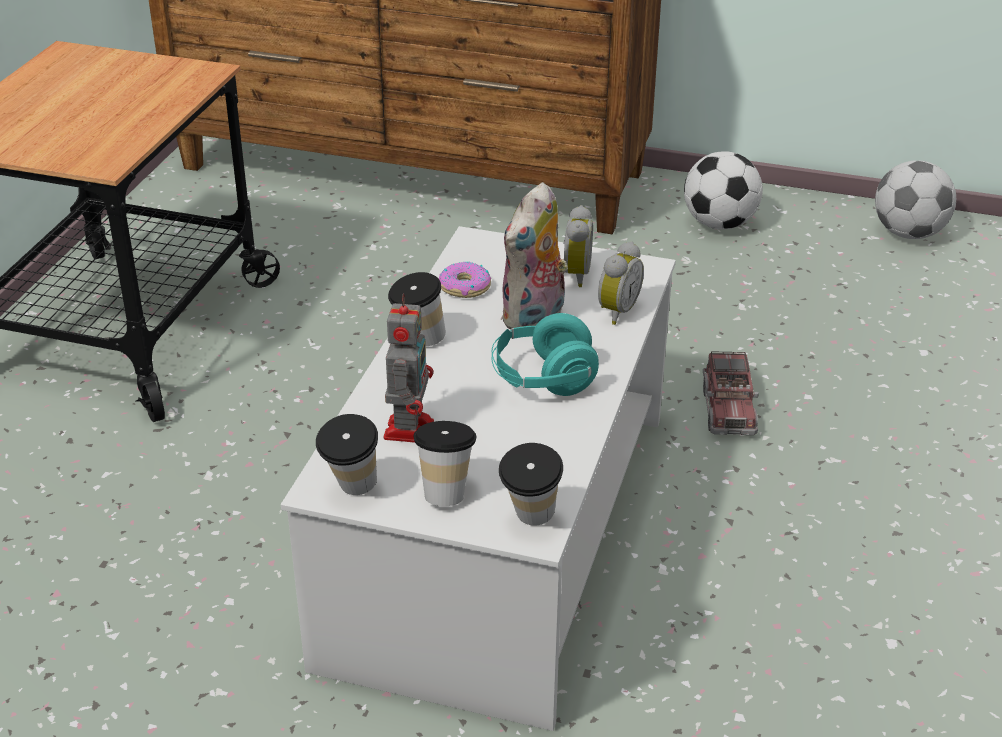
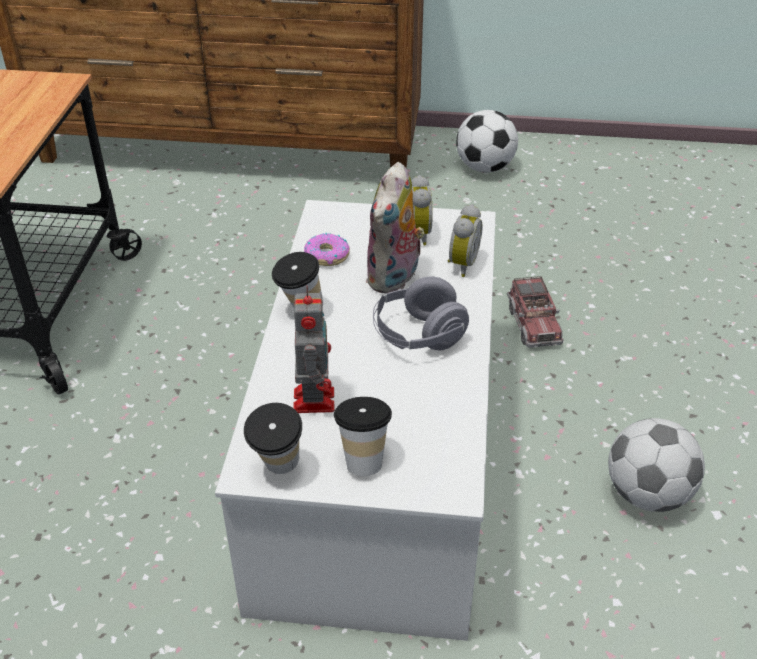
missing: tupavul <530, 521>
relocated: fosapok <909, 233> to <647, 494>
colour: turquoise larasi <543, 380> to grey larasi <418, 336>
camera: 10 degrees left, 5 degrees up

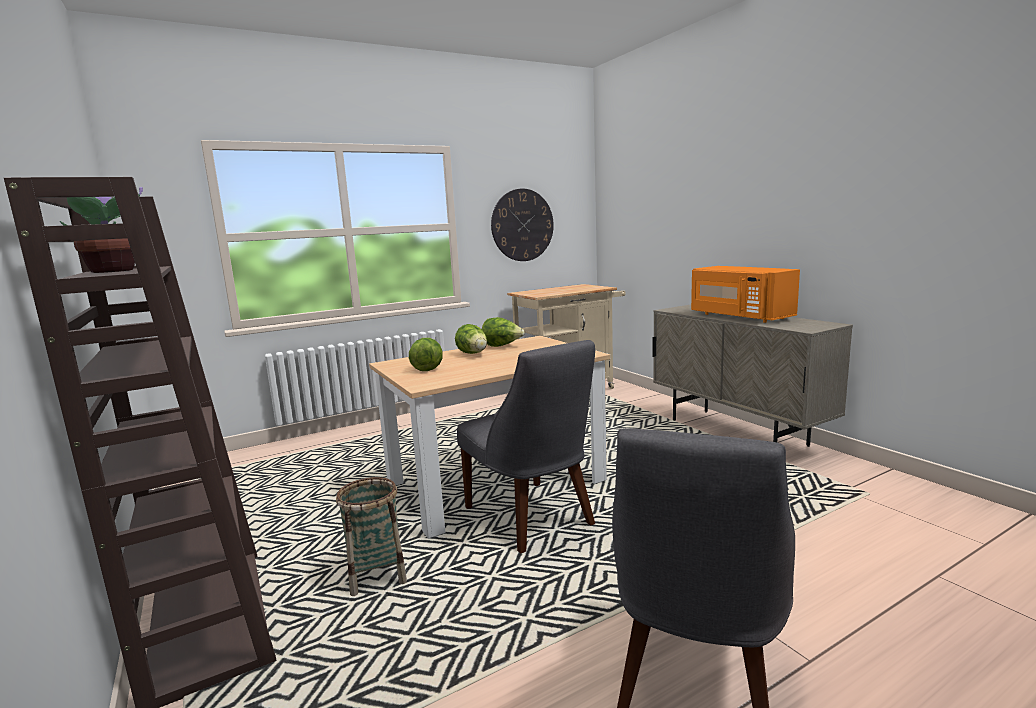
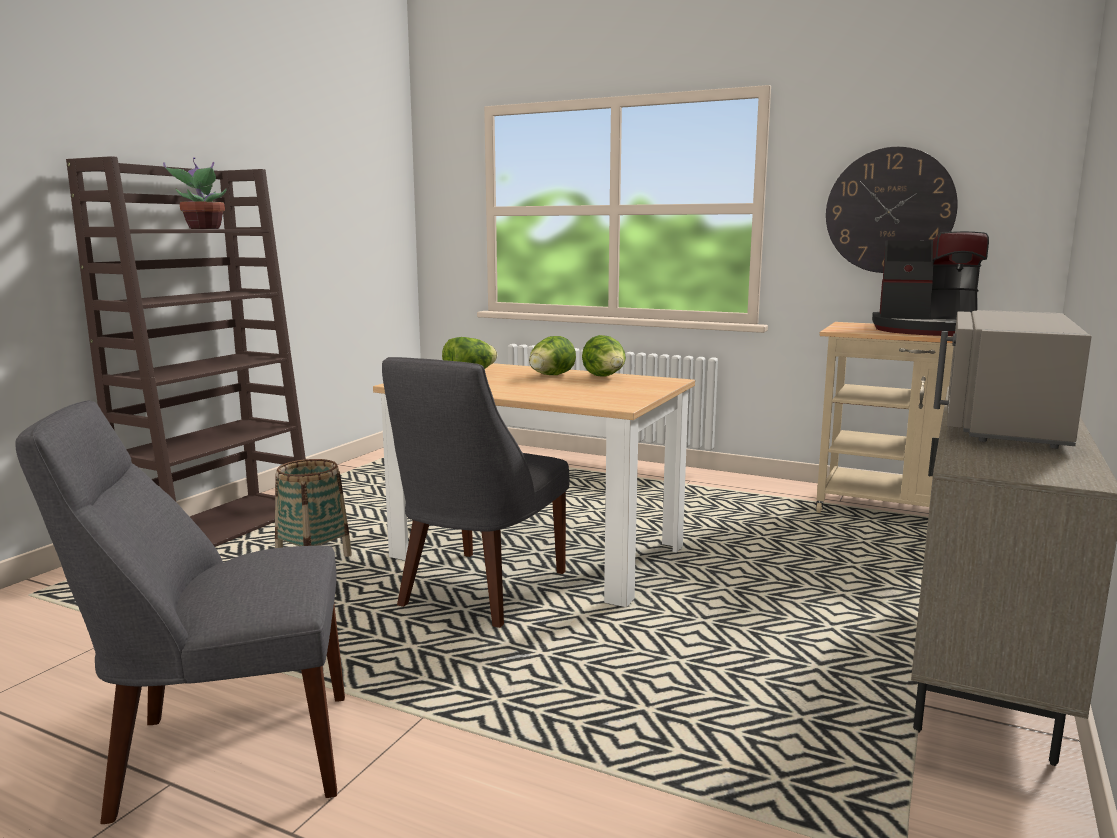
appeared: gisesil <926, 330>
colour: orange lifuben <738, 316> to grey lifuben <1002, 425>
camera: 55 degrees right, 0 degrees up

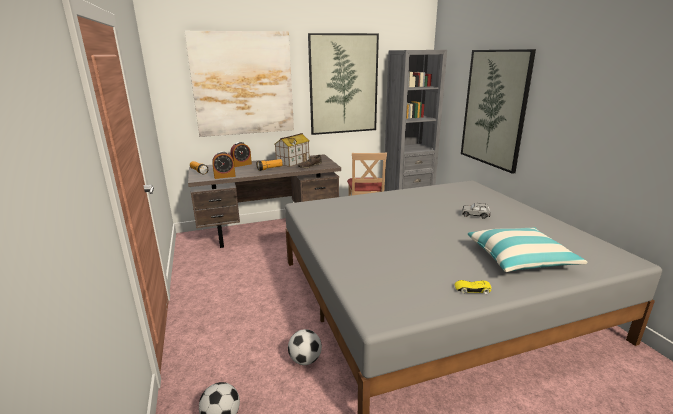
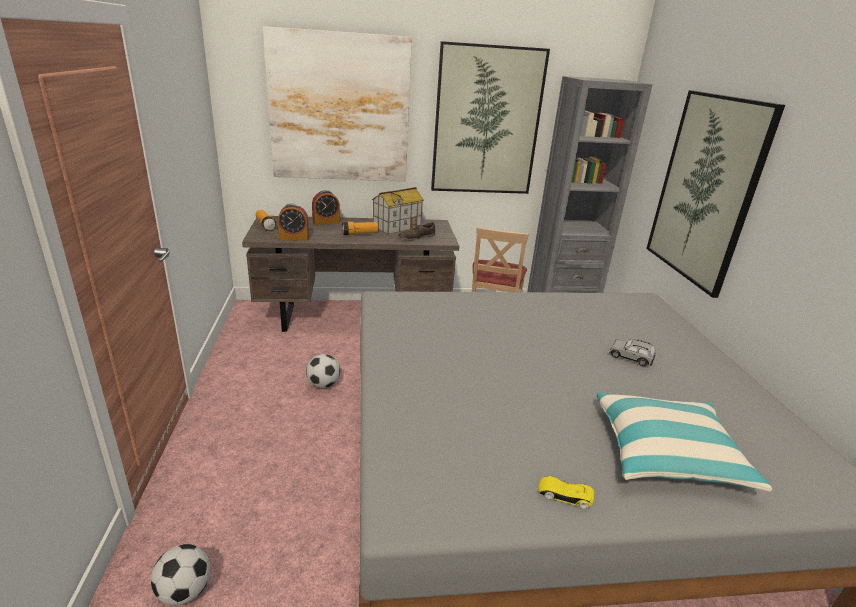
relocated: fosapok <305, 360> to <323, 384>
camera: 10 degrees right, 5 degrees up

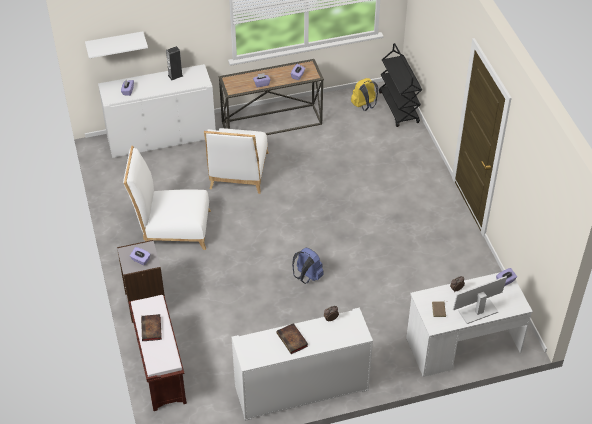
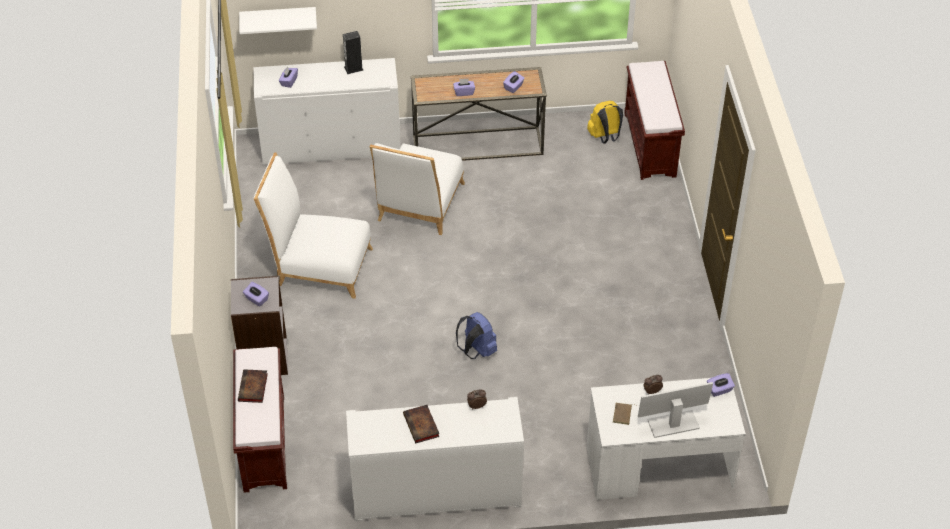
exchanged: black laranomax <399, 108> to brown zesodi <650, 145>
camera: 10 degrees right, 0 degrees up

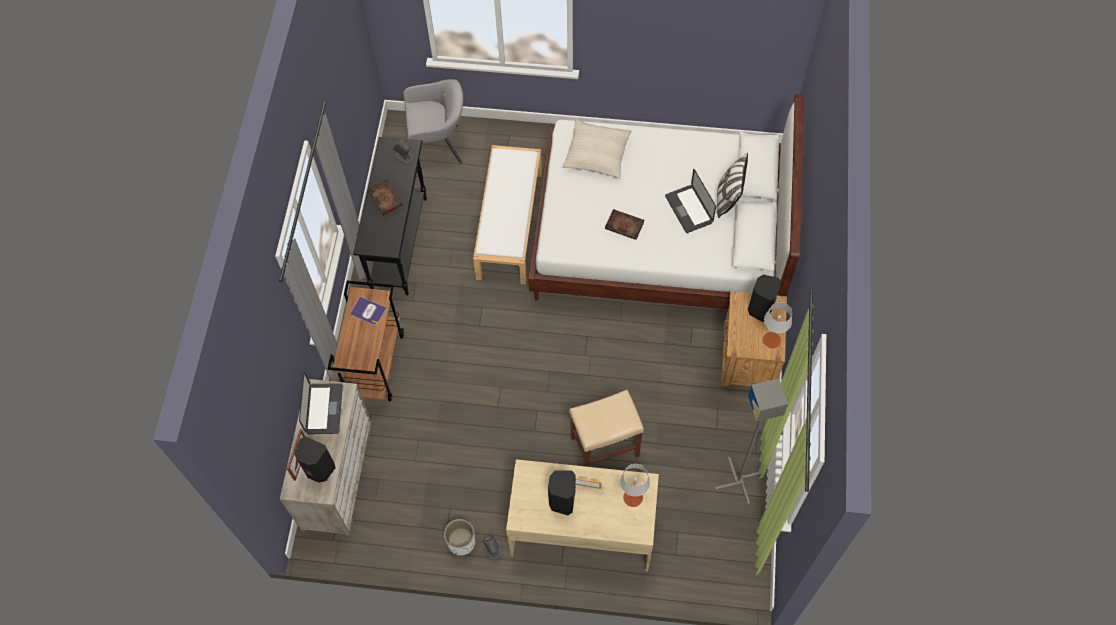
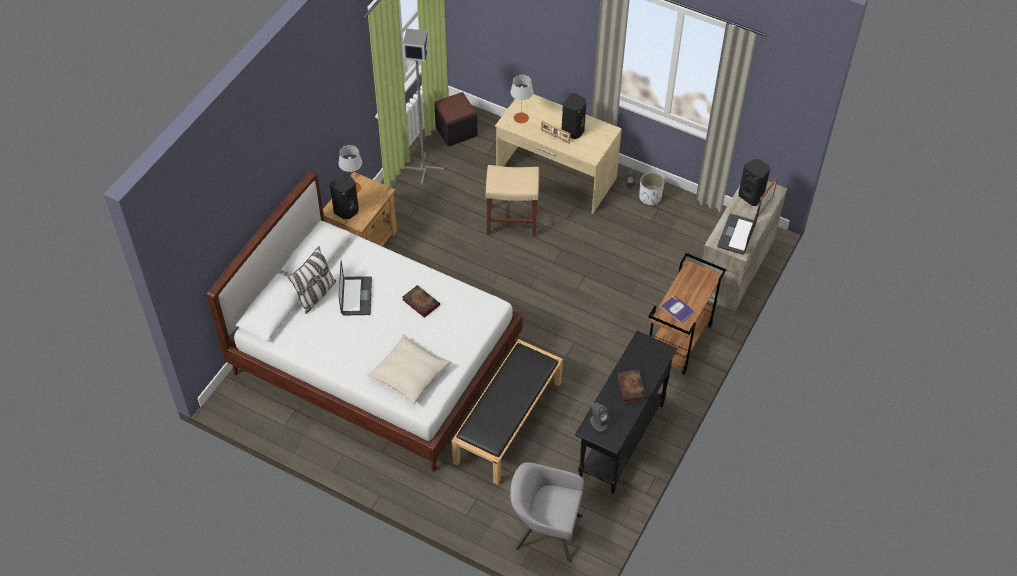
appeared: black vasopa <455, 131>
colour: white zesodi <510, 225> to black zesodi <508, 421>
camera: 160 degrees left, 10 degrees down

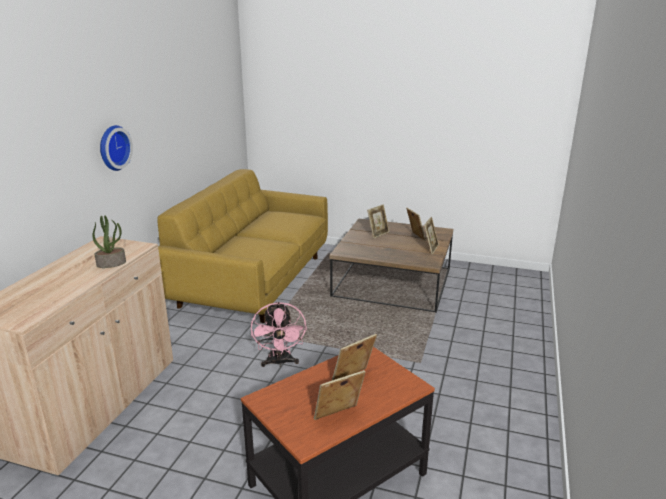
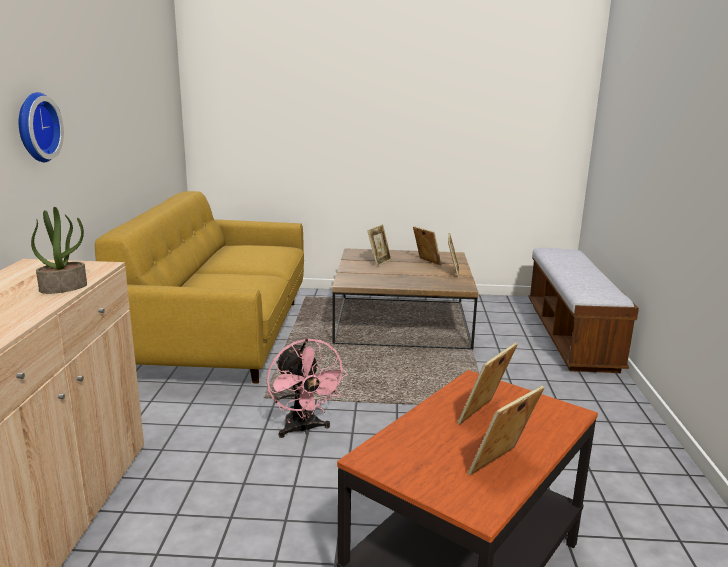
appeared: zesodi <570, 335>
camera: 15 degrees left, 5 degrees down

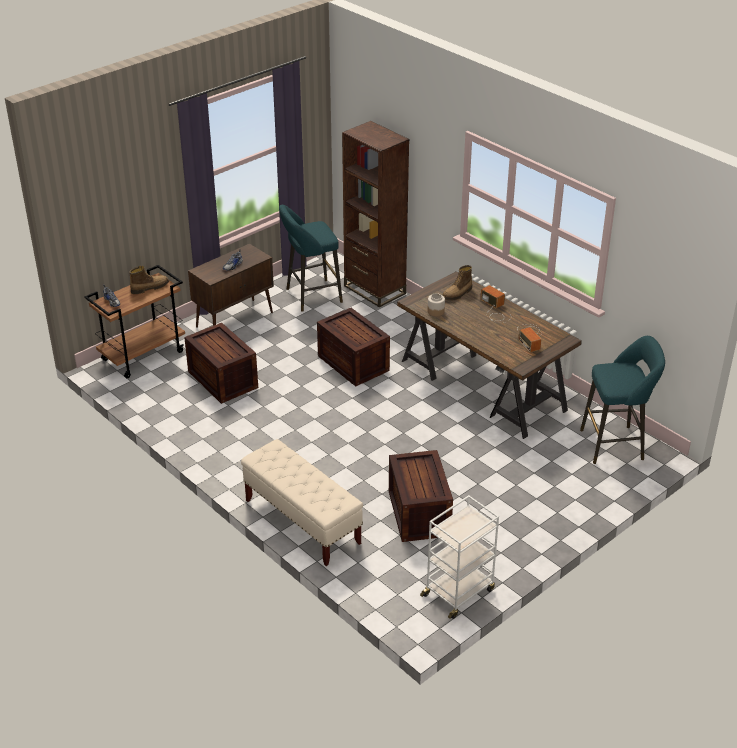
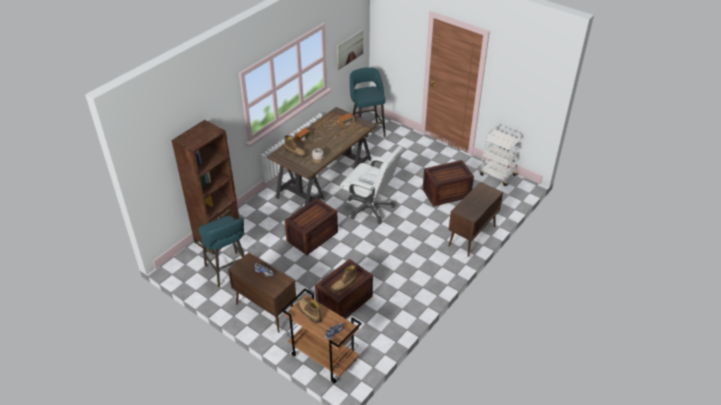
appeared: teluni <344, 285>; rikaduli <349, 49>; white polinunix <370, 208>
exchanged: beige zesodi <302, 522> to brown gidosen <471, 237>
camera: 100 degrees left, 5 degrees up

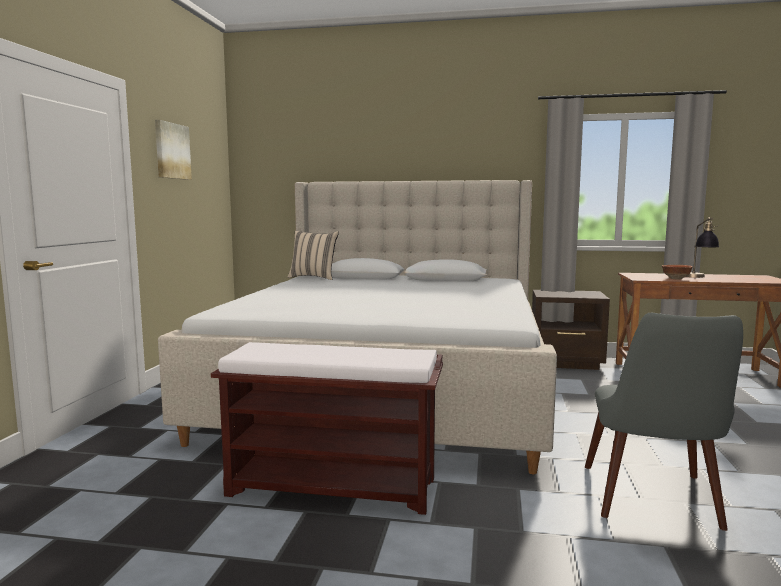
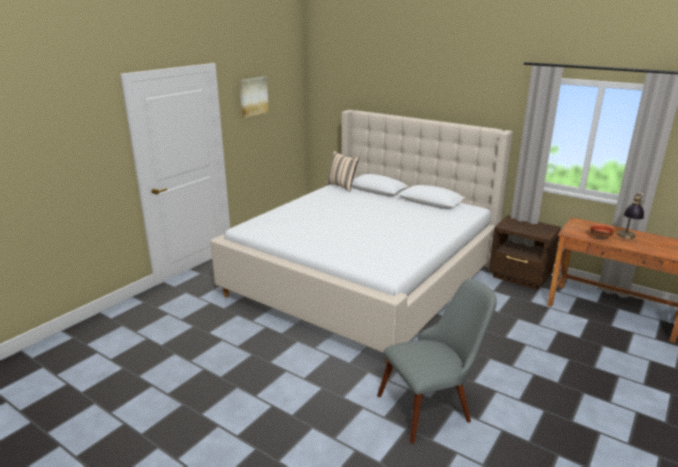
missing: brown zesodi <334, 486>
spun: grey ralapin <655, 505> = <433, 405> 150 degrees counterclockwise
camera: 25 degrees right, 15 degrees up

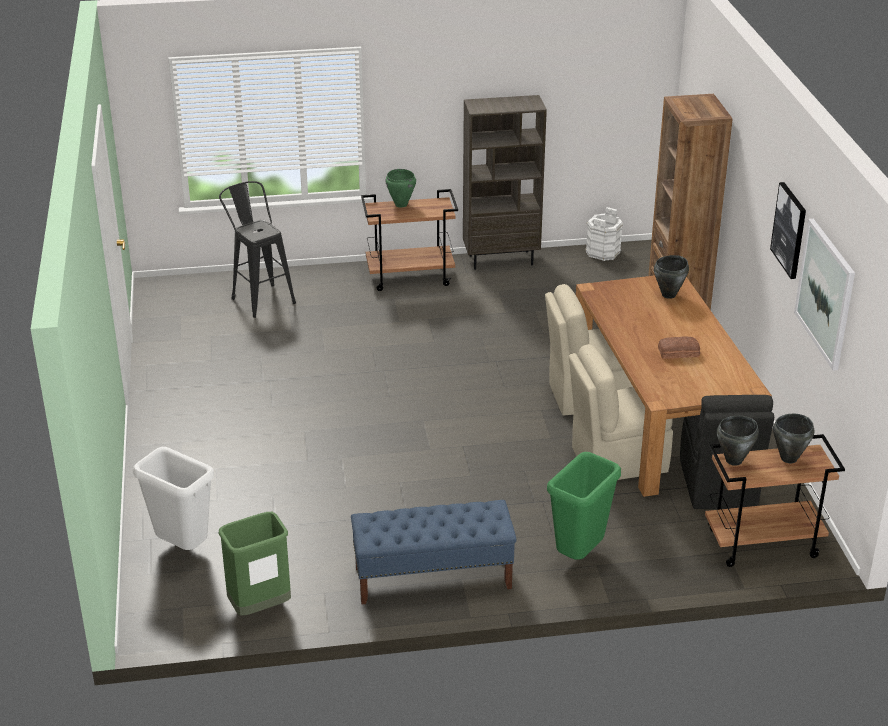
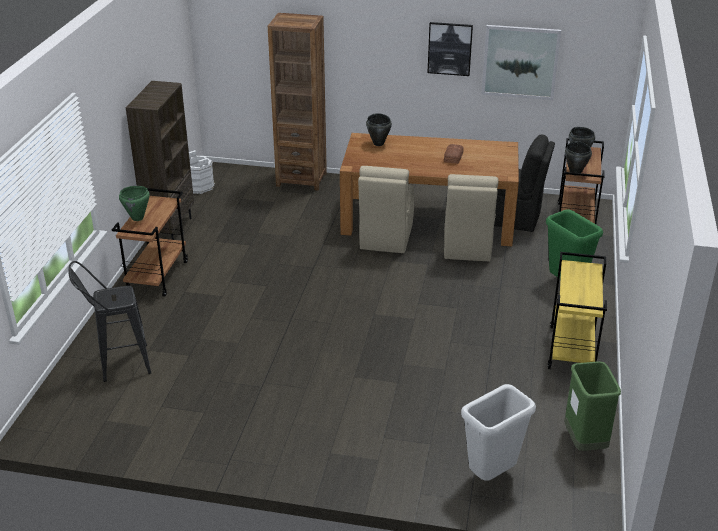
exchanged: blue zesodi <432, 578> to yellow laranomax <572, 350>
camera: 70 degrees left, 0 degrees up

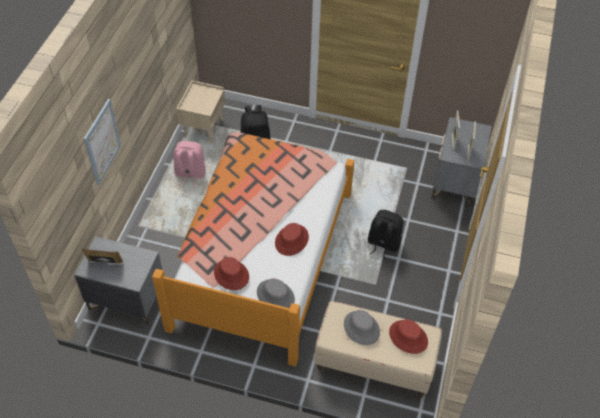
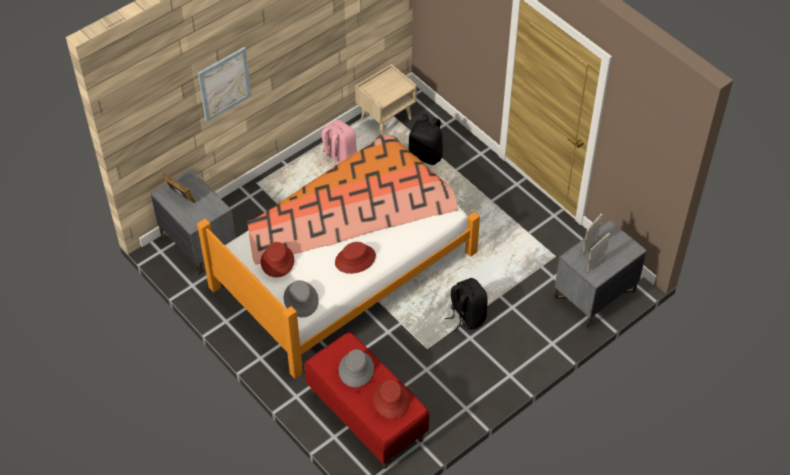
colour: beige zesodi <374, 363> to red zesodi <366, 415>
camera: 35 degrees right, 0 degrees up

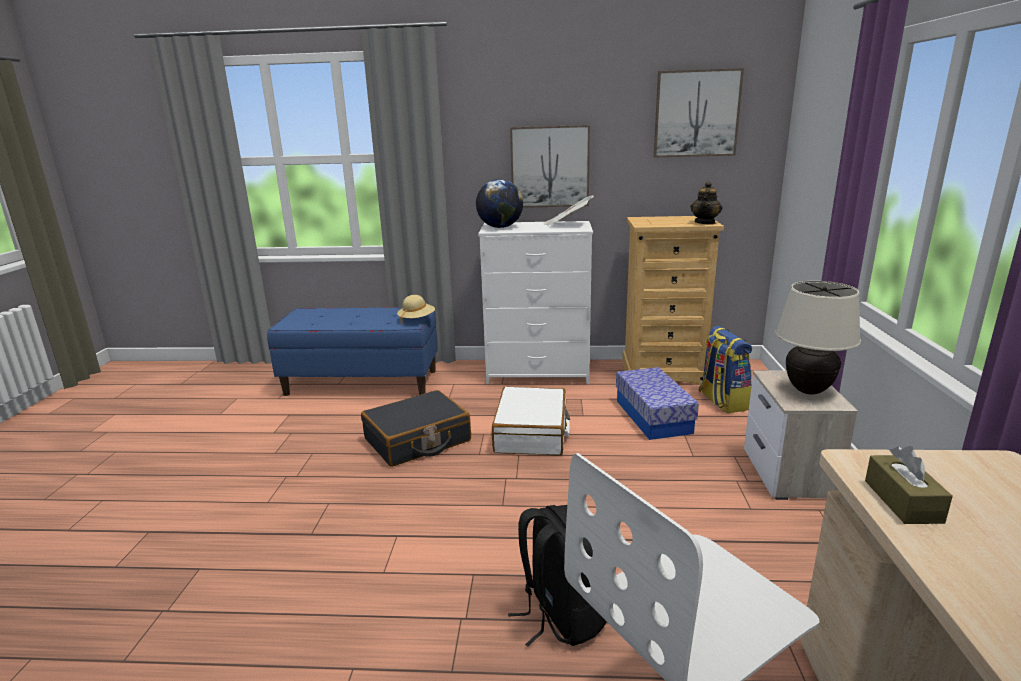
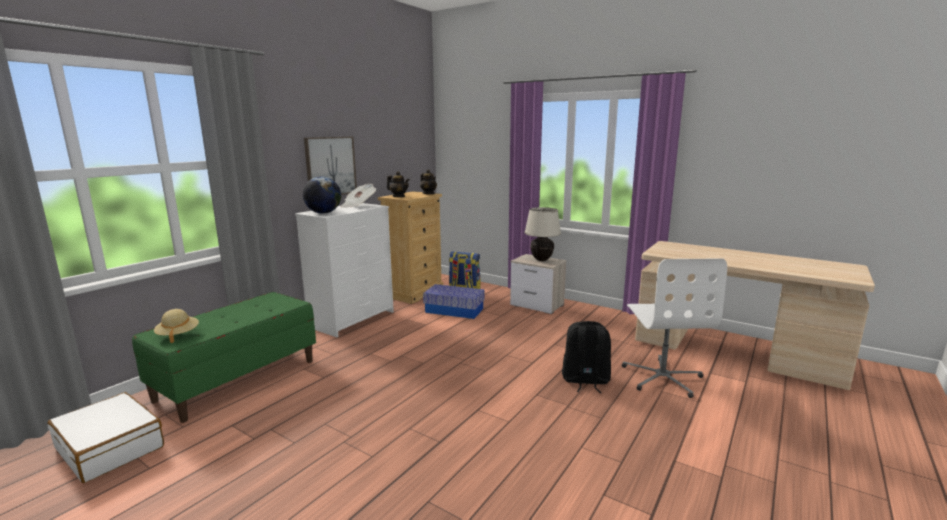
missing: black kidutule <417, 440>; rikaduli <696, 114>; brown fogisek <902, 501>
appeared: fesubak <398, 196>
relocated: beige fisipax <416, 320> to <178, 335>; white kidutule <532, 433> to <111, 447>
colour: blue zesodi <362, 382> to green zesodi <238, 379>
camera: 60 degrees left, 5 degrees down

